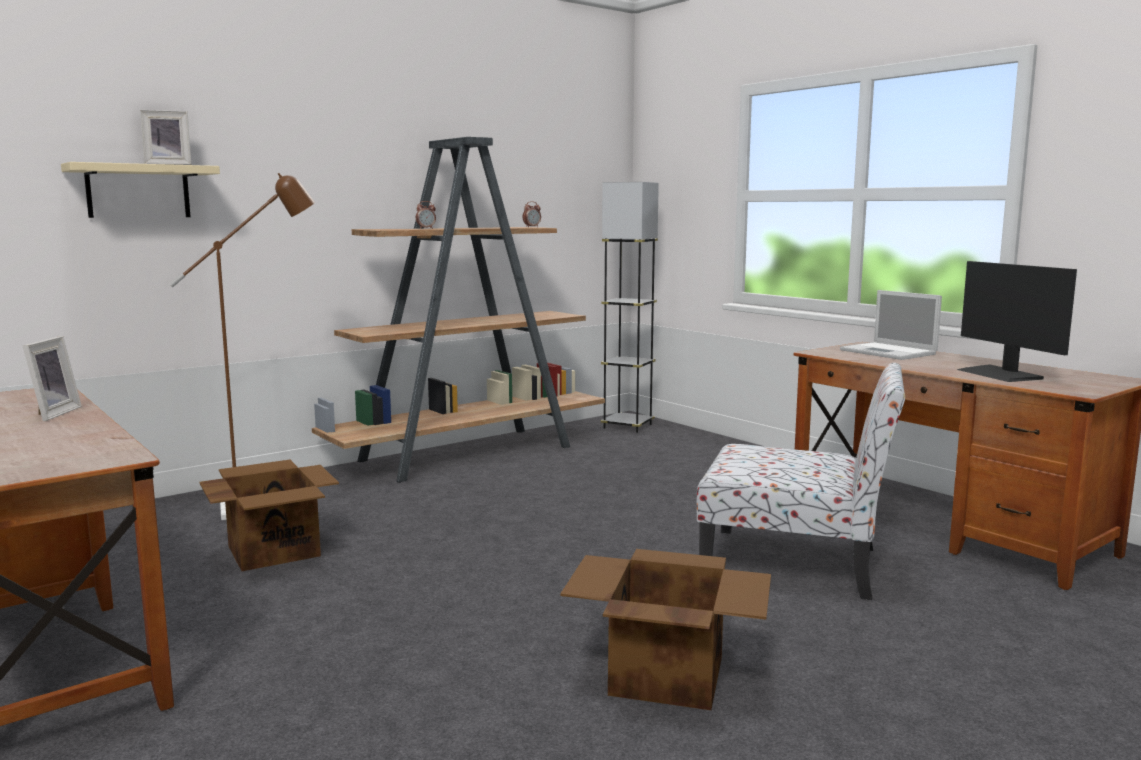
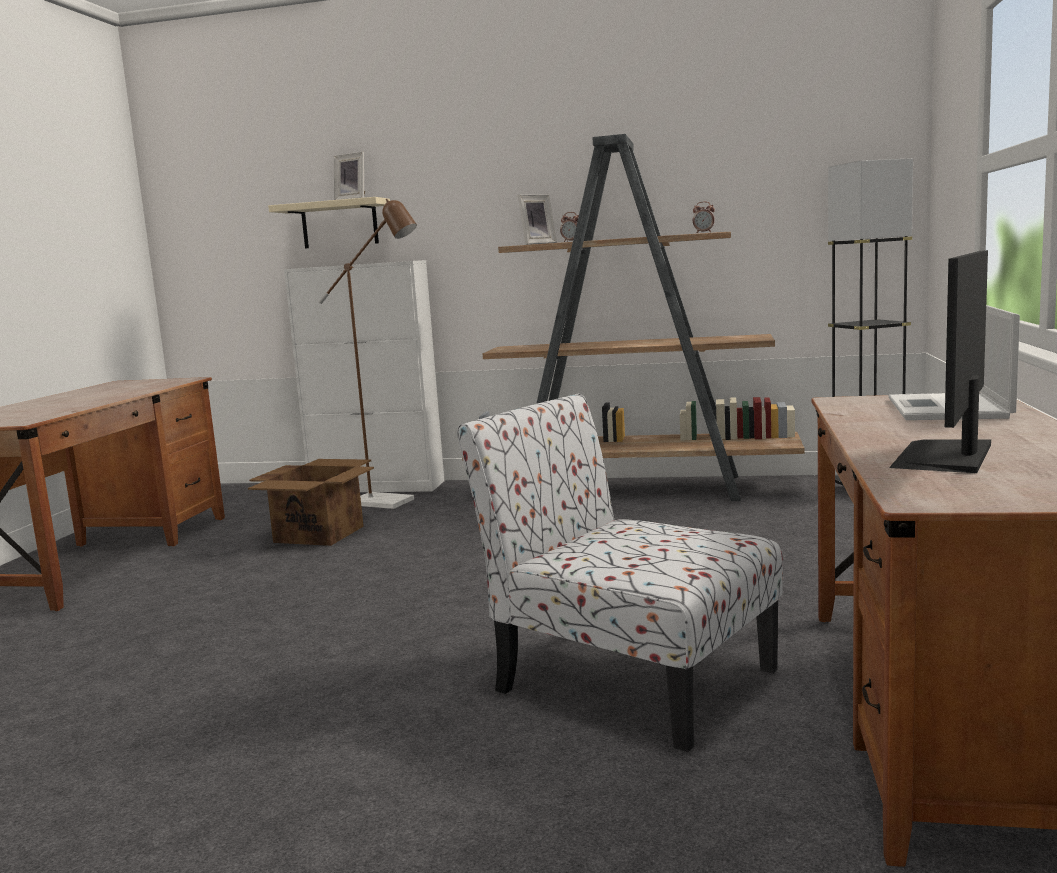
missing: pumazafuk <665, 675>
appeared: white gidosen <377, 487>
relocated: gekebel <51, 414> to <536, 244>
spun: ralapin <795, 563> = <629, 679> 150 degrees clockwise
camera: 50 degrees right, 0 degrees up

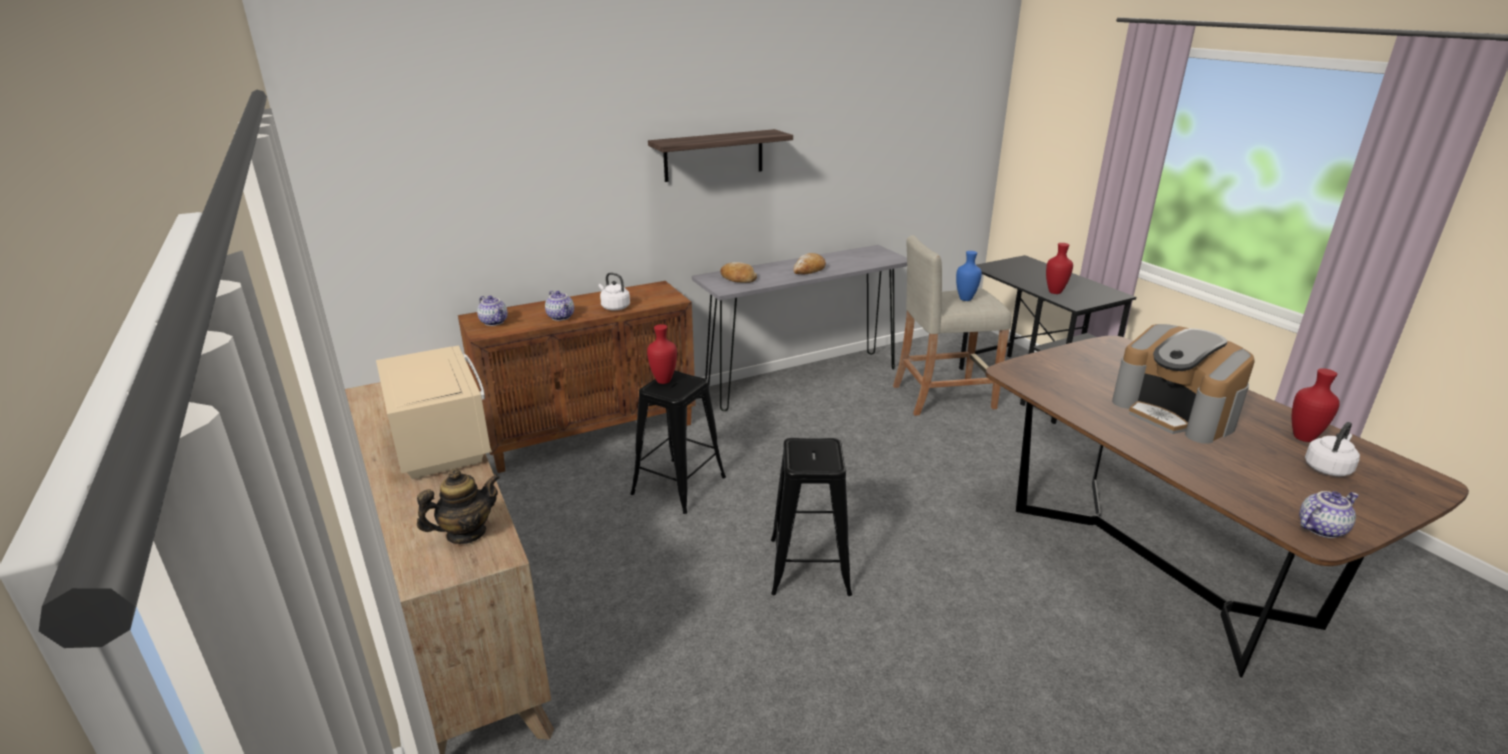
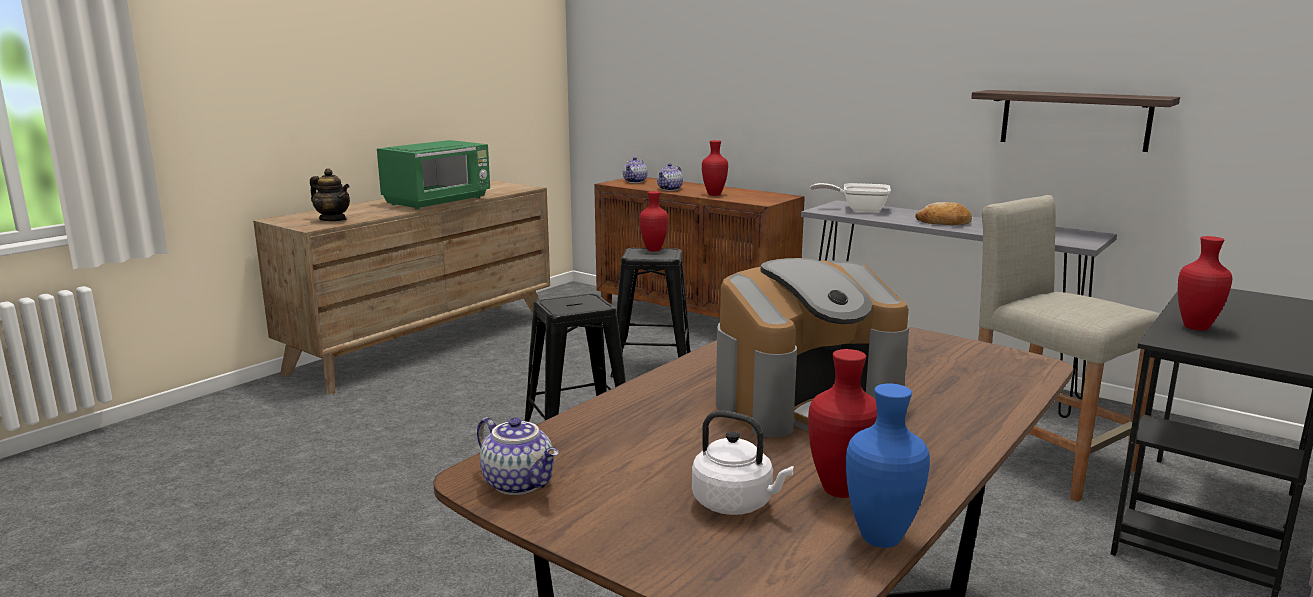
relocated: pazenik <714, 155> to <1074, 120>; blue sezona <965, 299> to <878, 539>
exchanged: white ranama <614, 307> to red sezona <713, 194>; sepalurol <737, 279> to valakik <859, 209>
colour: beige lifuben <441, 442> to green lifuben <439, 201>
spun: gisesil <1175, 413> = <805, 400> 150 degrees counterclockwise
camera: 65 degrees right, 10 degrees down

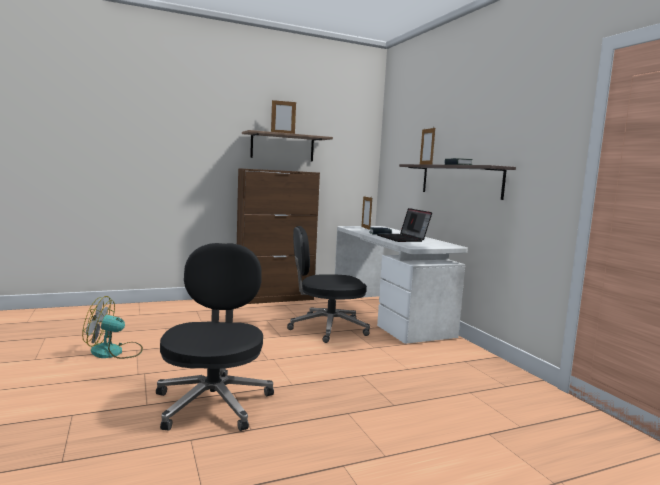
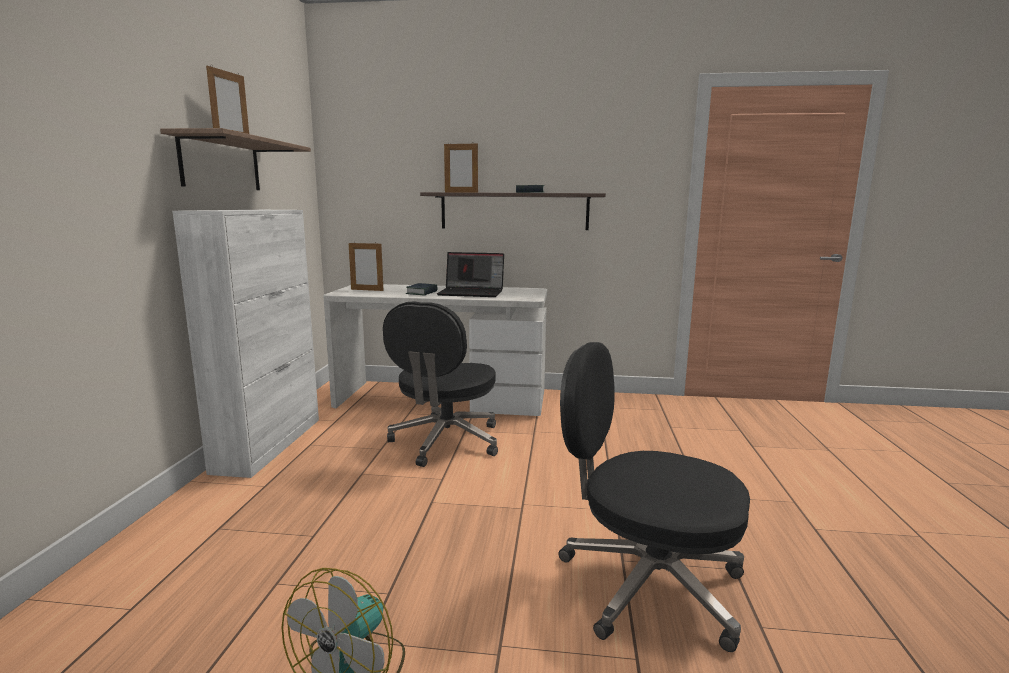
colour: brown gidosen <275, 299> to white gidosen <269, 444>
camera: 60 degrees left, 5 degrees up

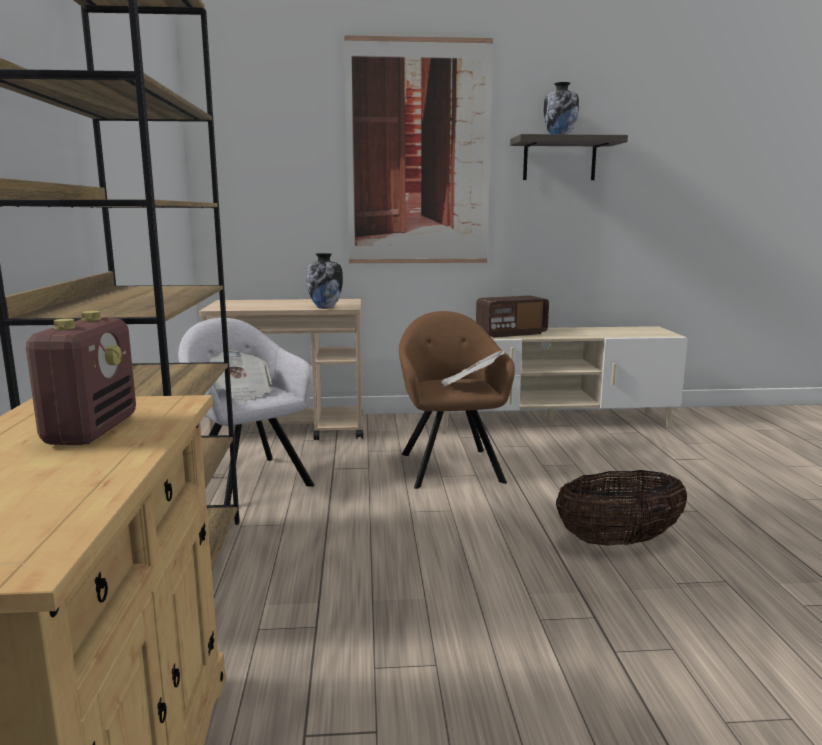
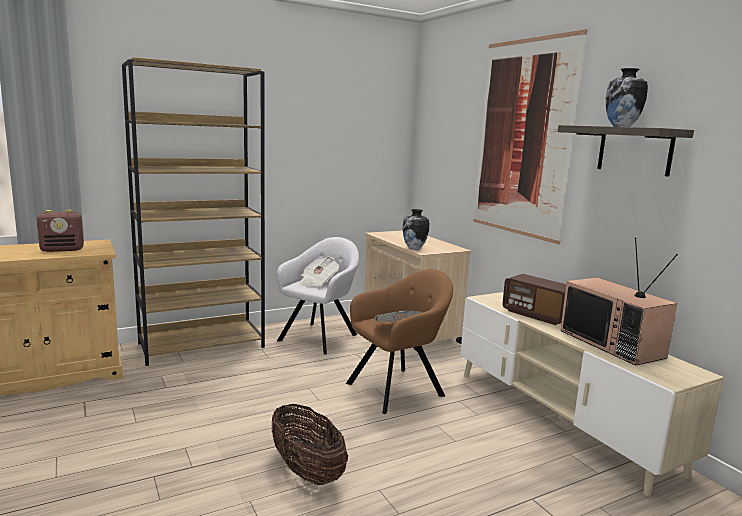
appeared: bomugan <613, 344>
camera: 65 degrees right, 0 degrees up

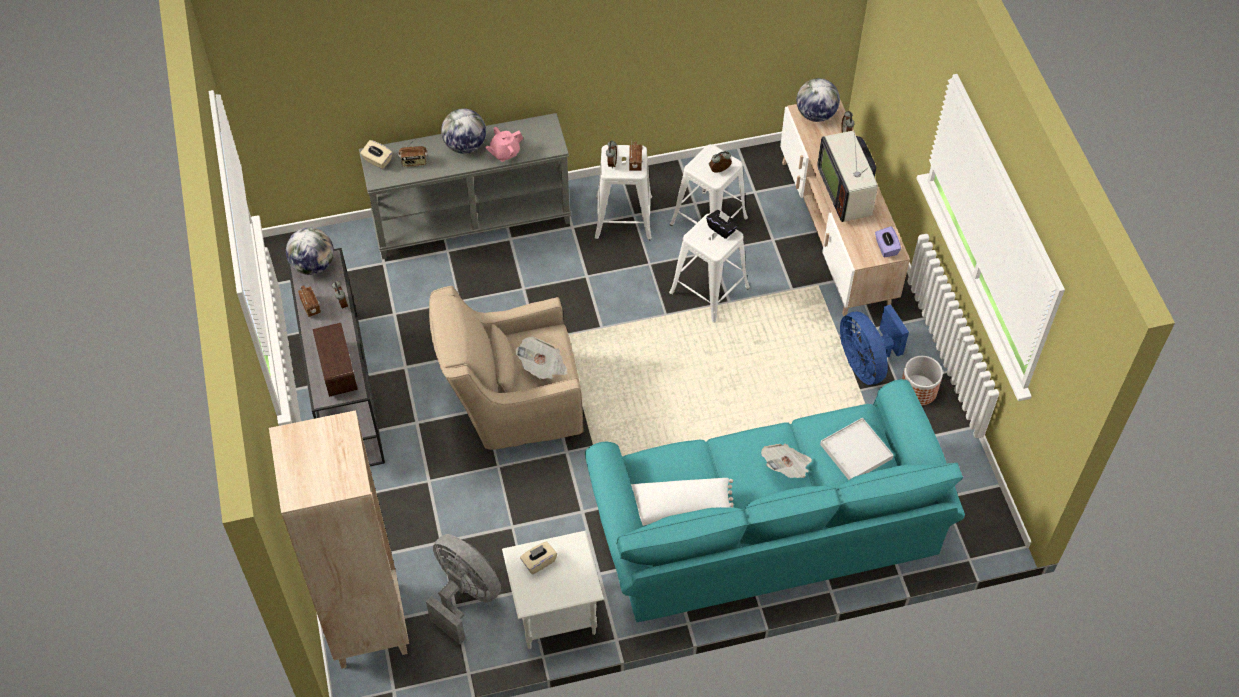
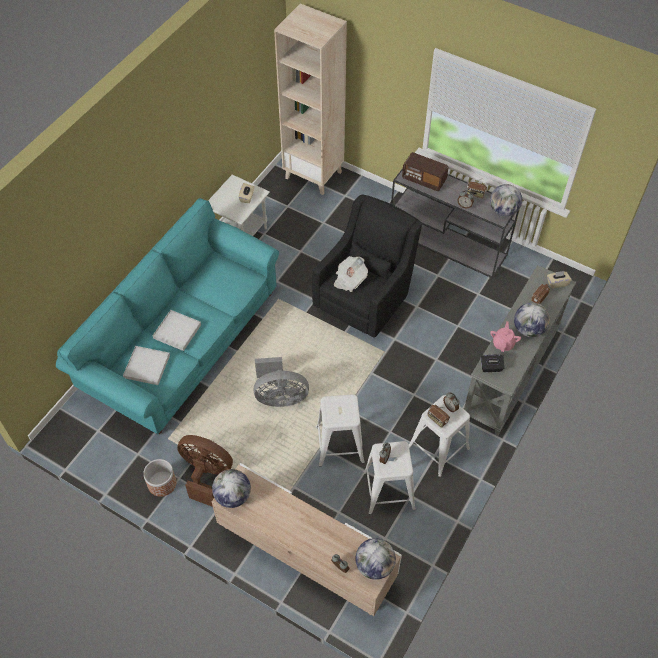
missing: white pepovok <681, 509>; bomugan <847, 192>
relocated: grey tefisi <464, 596> to <280, 396>; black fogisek <721, 229> to <491, 367>
exchanged: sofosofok <786, 467> to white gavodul <177, 331>; purple fogisek <886, 248> to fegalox <233, 496>
colour: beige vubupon <512, 406> to black vubupon <365, 298>; blue tefisi <866, 363> to brown tefisi <206, 475>
camera: 135 degrees right, 0 degrees up

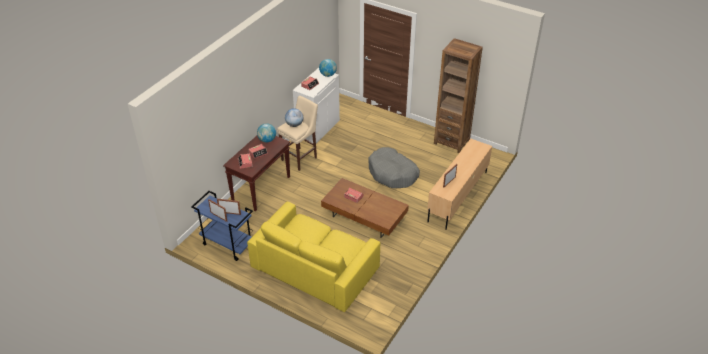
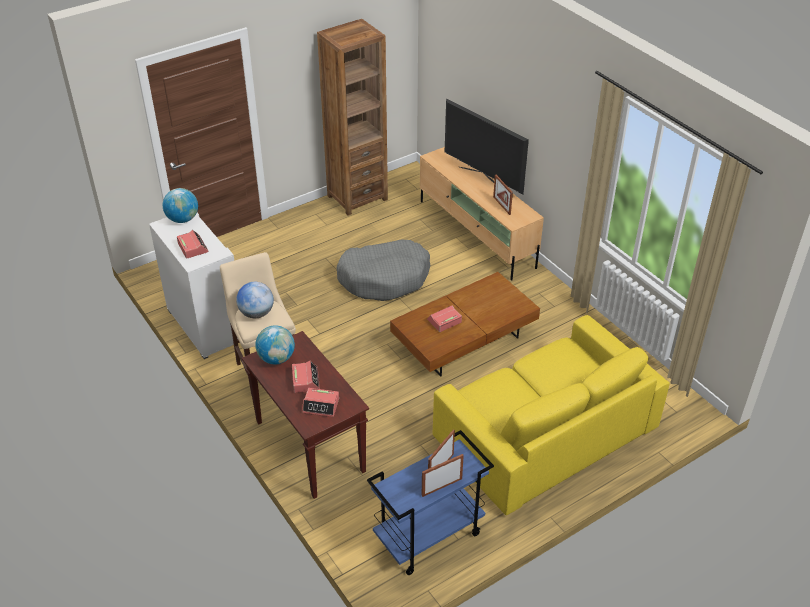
appeared: bomugan <482, 179>
camera: 65 degrees left, 0 degrees up

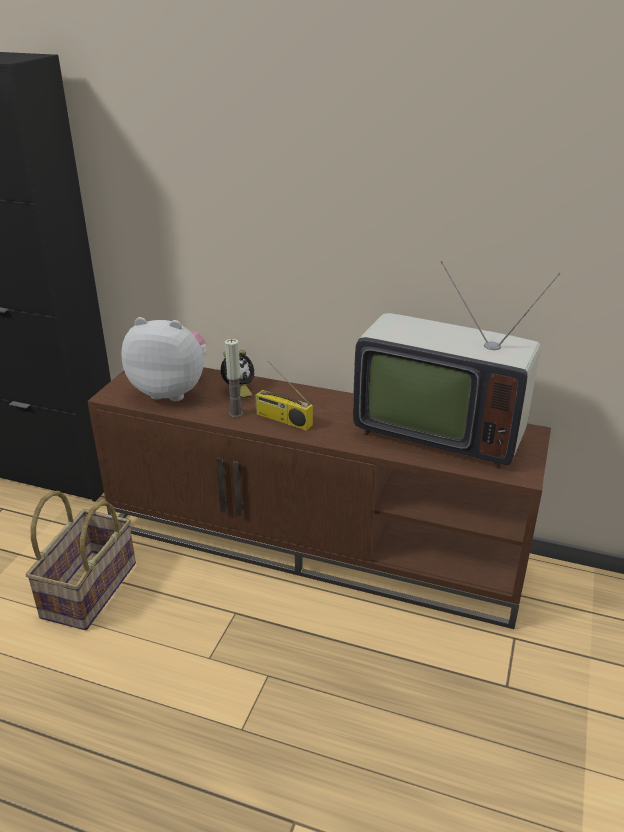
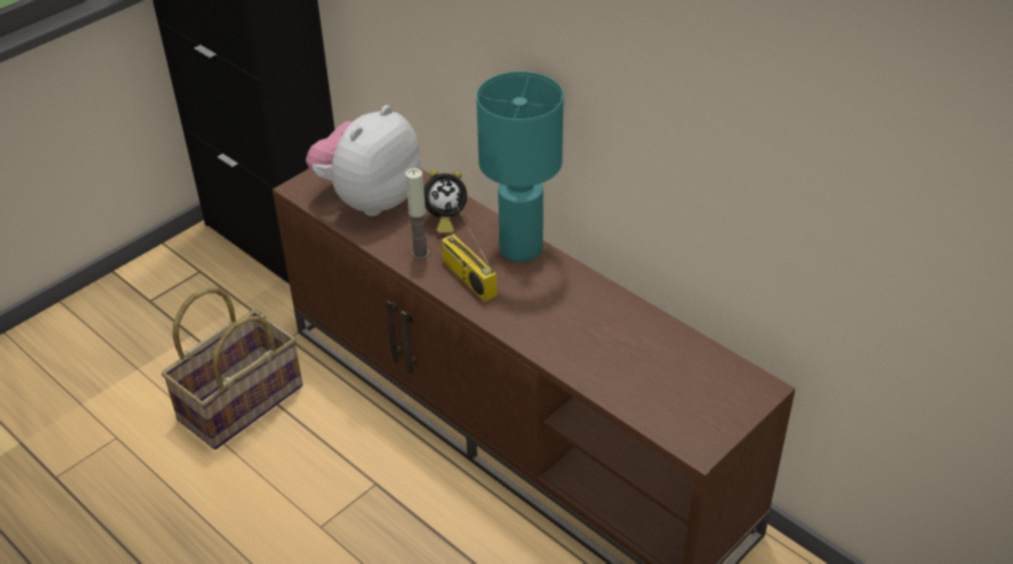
missing: bomugan <438, 431>
appeared: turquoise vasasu <522, 248>
spun: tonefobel <171, 391> = <369, 199> 90 degrees counterclockwise
camera: 25 degrees right, 10 degrees up

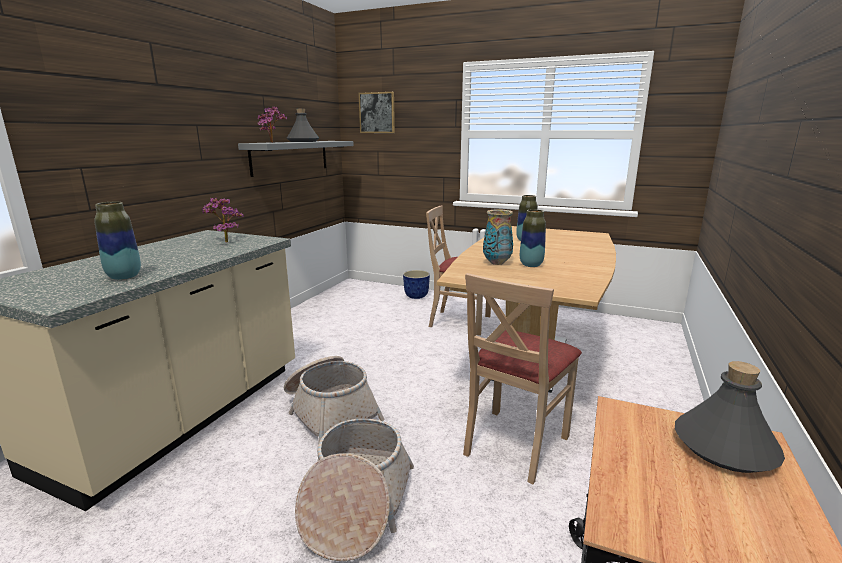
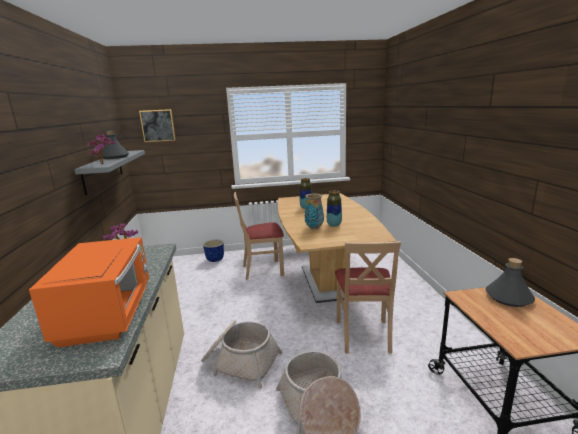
exchanged: sezona <124, 277> to orange lifuben <109, 313>
camera: 30 degrees left, 0 degrees up

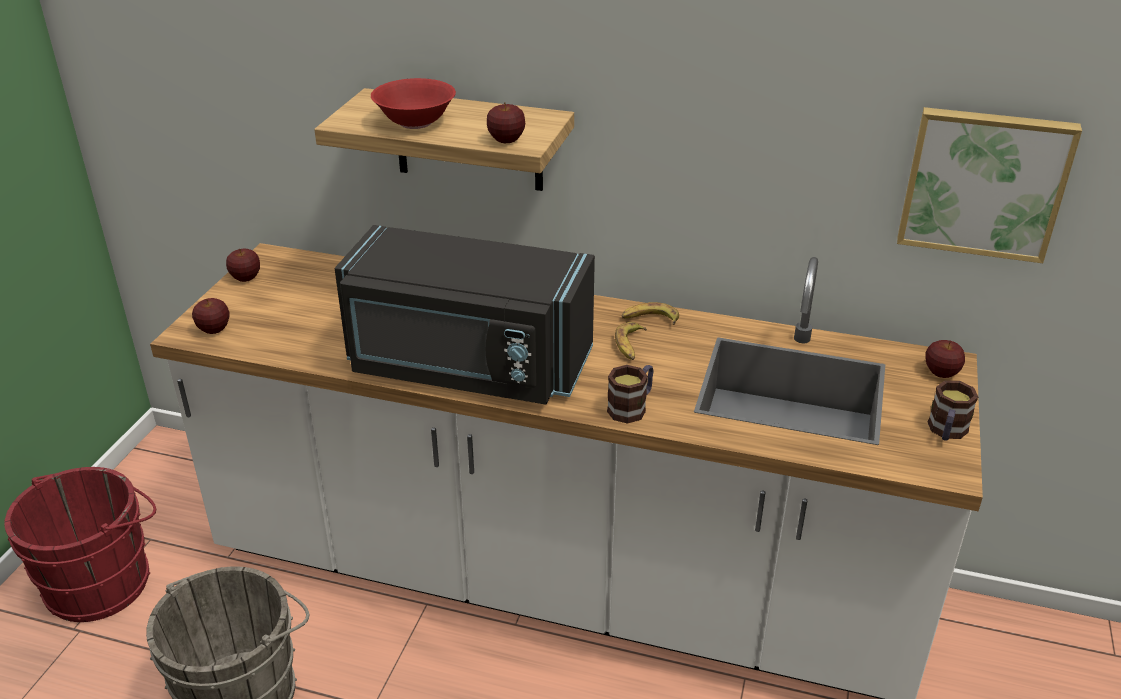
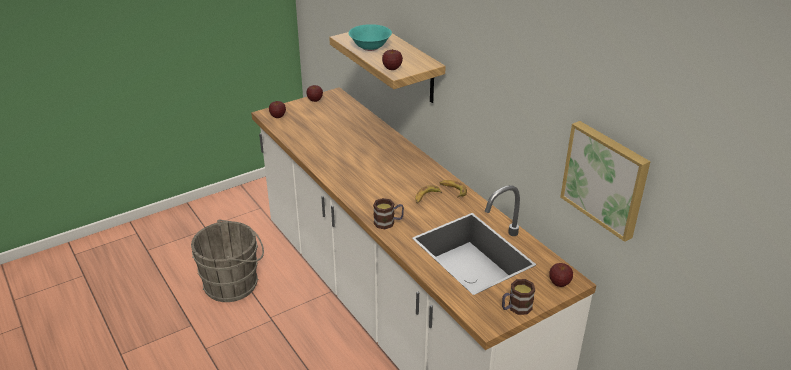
missing: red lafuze <104, 581>; black lifuben <467, 367>
colour: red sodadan <415, 122> to turquoise sodadan <370, 47>
camera: 40 degrees right, 0 degrees up

